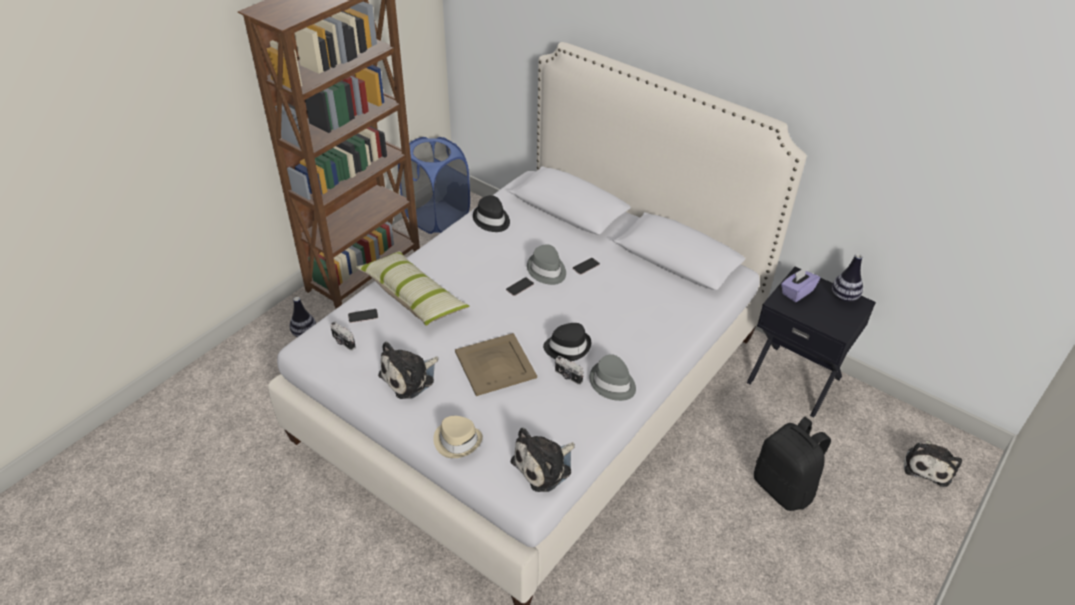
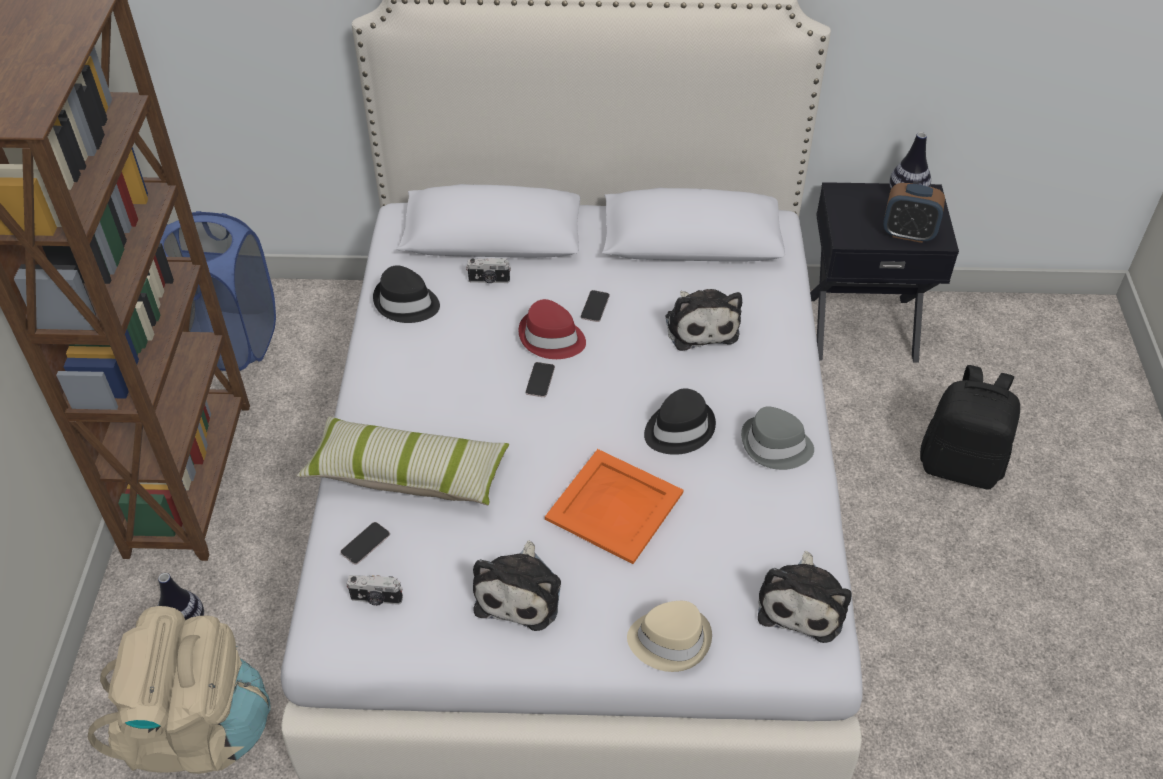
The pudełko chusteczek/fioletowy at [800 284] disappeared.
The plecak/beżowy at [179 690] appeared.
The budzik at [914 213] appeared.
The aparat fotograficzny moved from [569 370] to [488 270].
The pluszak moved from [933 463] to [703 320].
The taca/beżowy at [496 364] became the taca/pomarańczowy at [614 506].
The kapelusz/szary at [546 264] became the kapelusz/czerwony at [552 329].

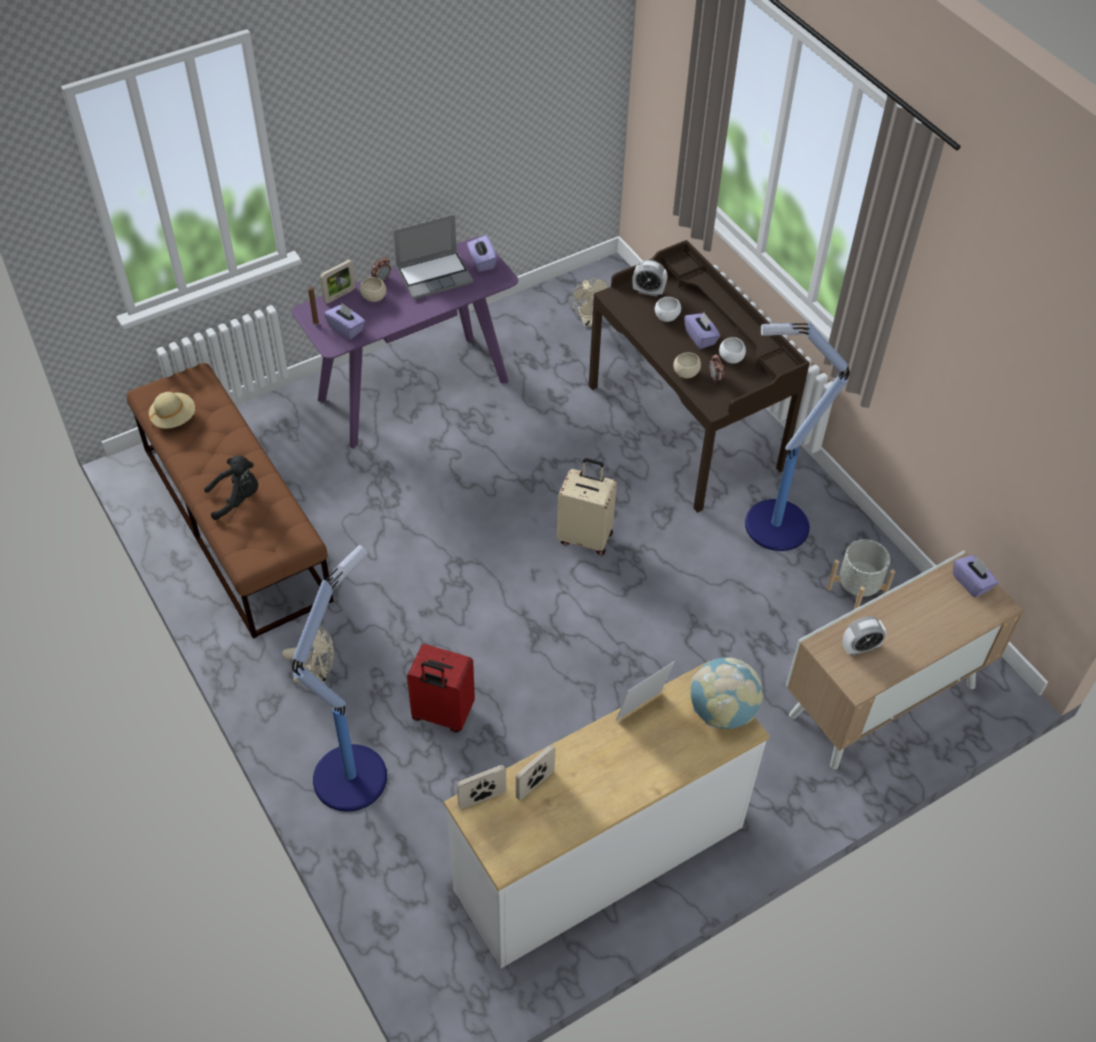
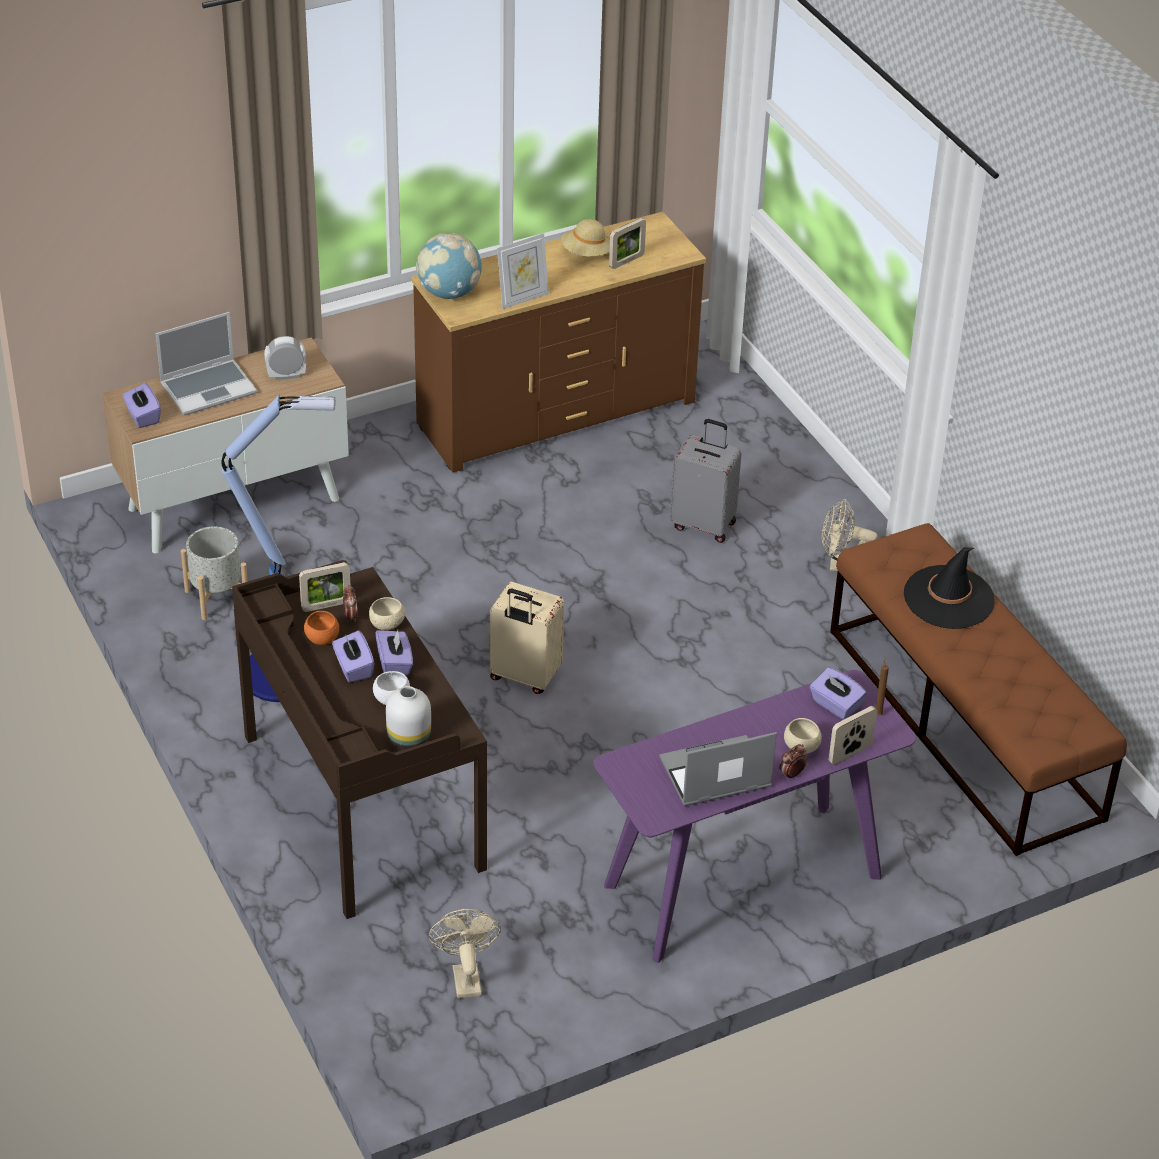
The lampa stojąca at [339 678] disappeared.
The laptop at [206 363] appeared.
The kapelusz/beżowy moved from [172 410] to [585 238].
The ramka na zdjęcie moved from [481 787] to [325 587].
The pudełko chusteczek/fioletowy moved from [482 253] to [394 653].
The pluszak/czarny at [231 487] was replaced by the kapelusz/czarny at [949 588].
The budzik at [649 278] was replaced by the wazon/biały at [408 717].
The walizka/czerwony at [441 688] became the walizka/szary at [706 481].
The komoda/biały at [607 814] became the komoda/brązowy at [559 342].
The miska/biały at [732 350] became the miska/pomarańczowy at [321 628].

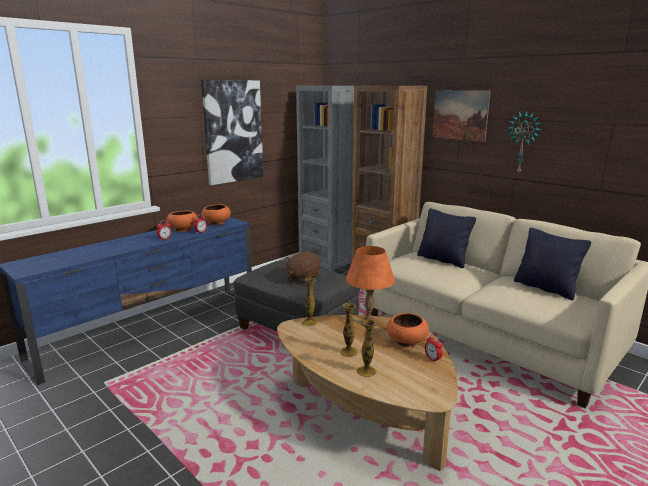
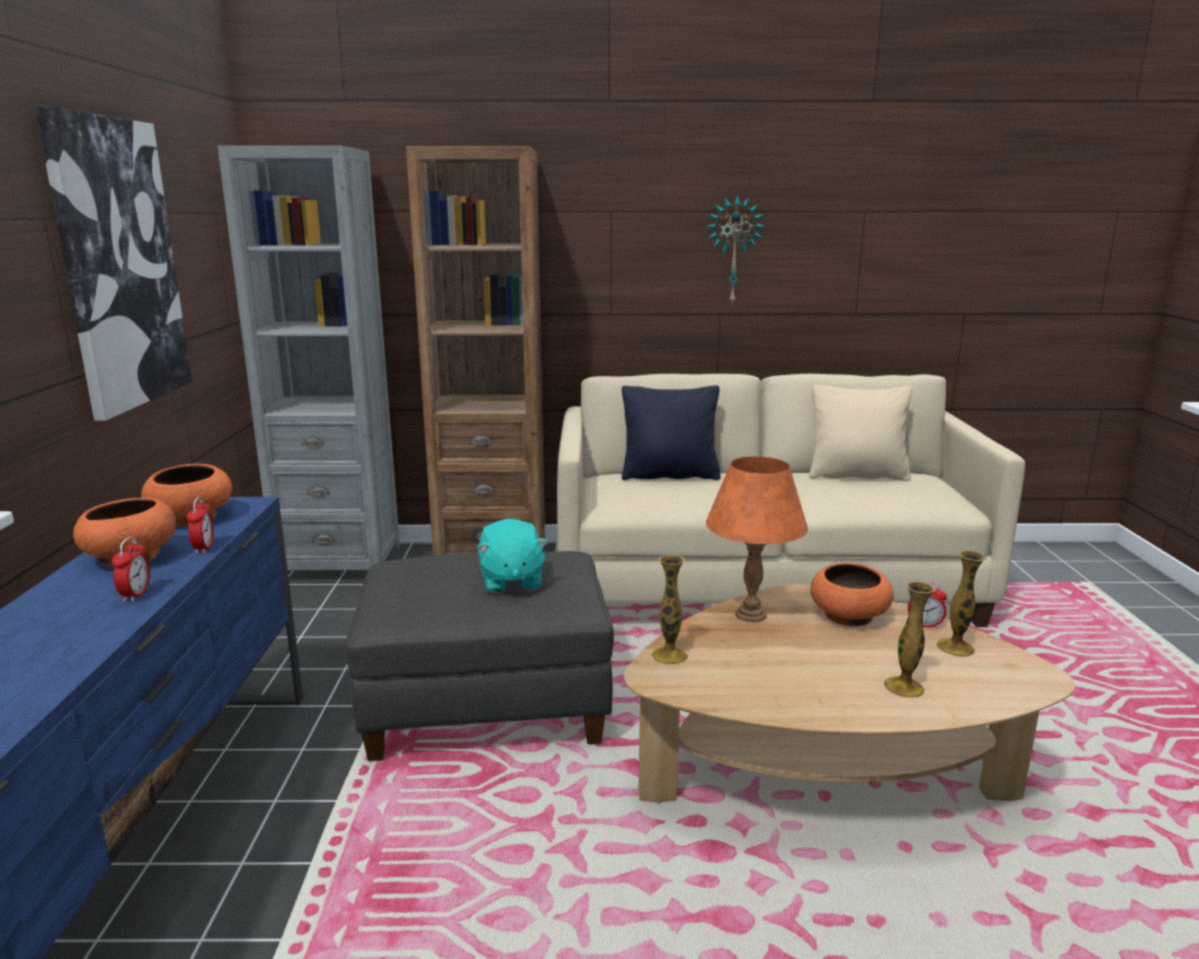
The obraz at [461 116] disappeared.
The wazon moved from [349 330] to [961 604].
The pluszak/brązowy at [302 267] became the pluszak/turkusowy at [512 556].
The poduszka/czarny at [552 264] became the poduszka/beżowy at [860 433].

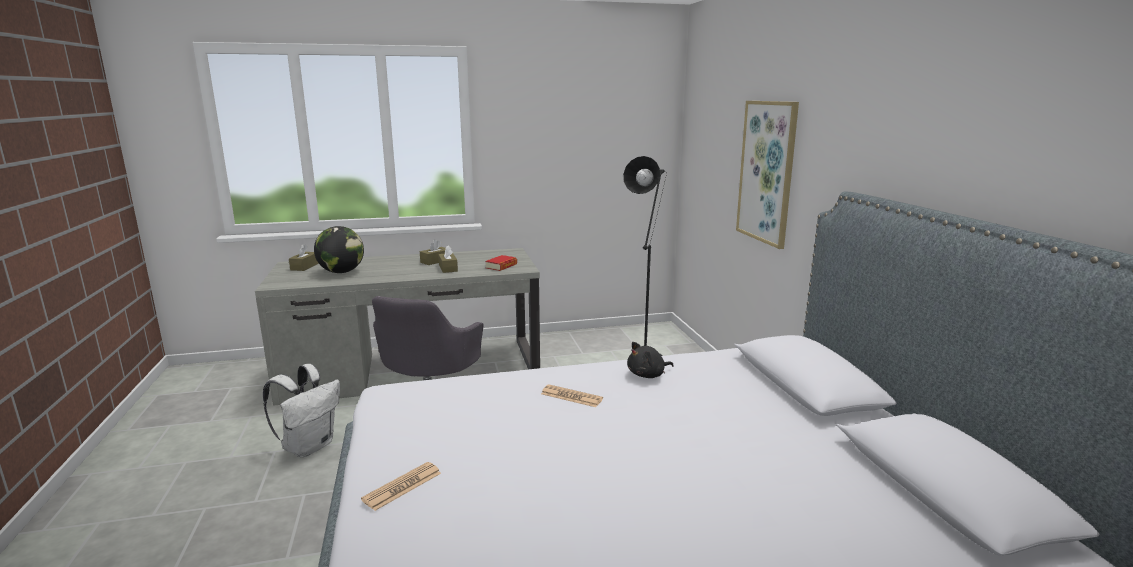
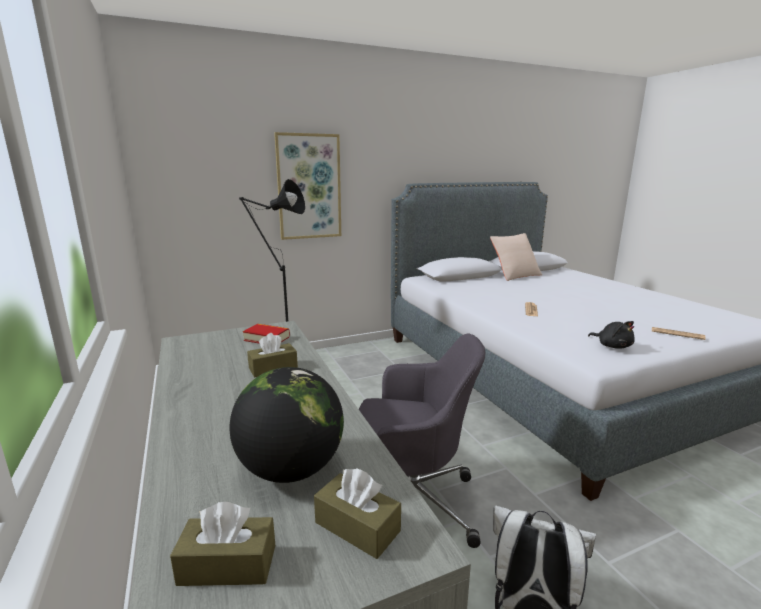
The poduszka/beżowy at [516 257] appeared.
The pudełko chusteczek/brązowy moved from [433 252] to [357 514].
The pluszak/czarny moved from [650 360] to [611 335].

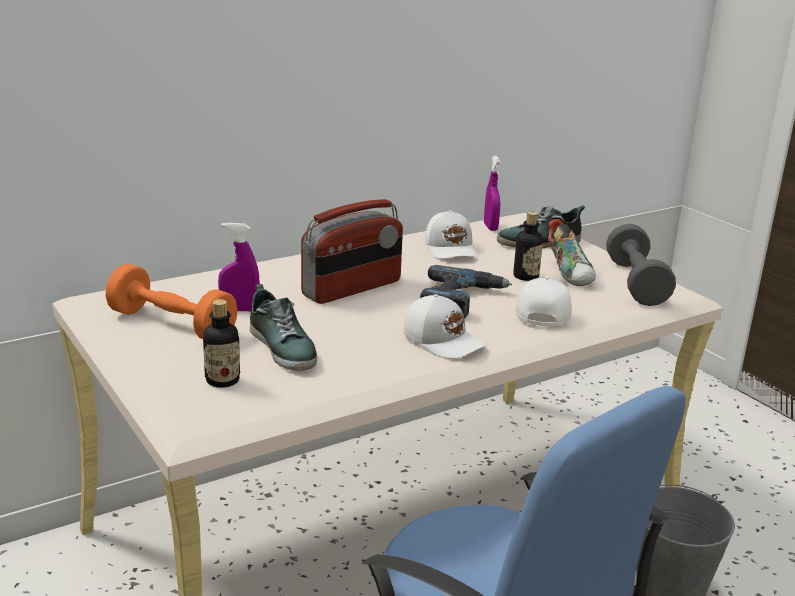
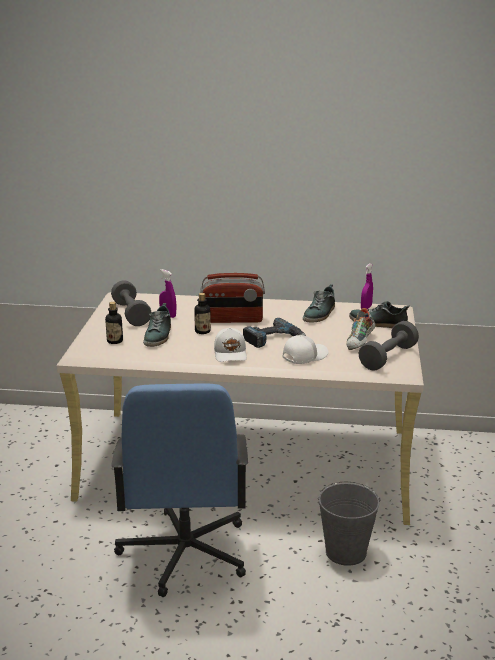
The butelka moved from [528 246] to [202 313].
The czapka z daszkiem/biały at [451 234] was replaced by the but at [319 303].
The hantel/pomarańczowy at [171 301] became the hantel/szary at [131 303].

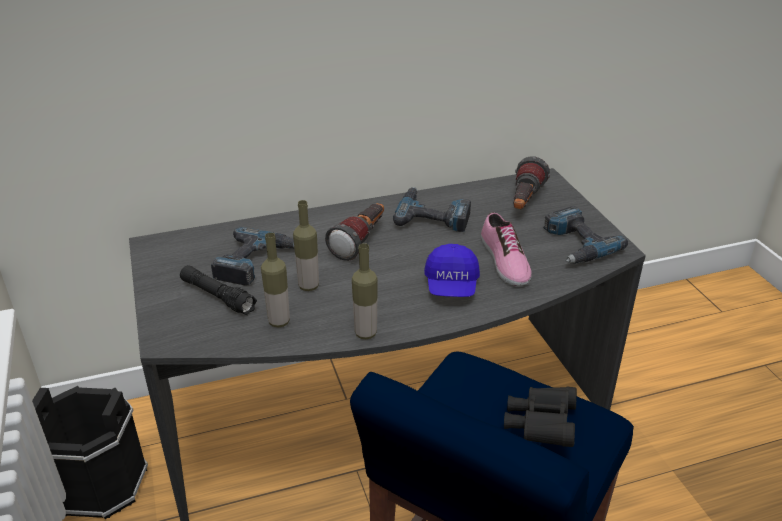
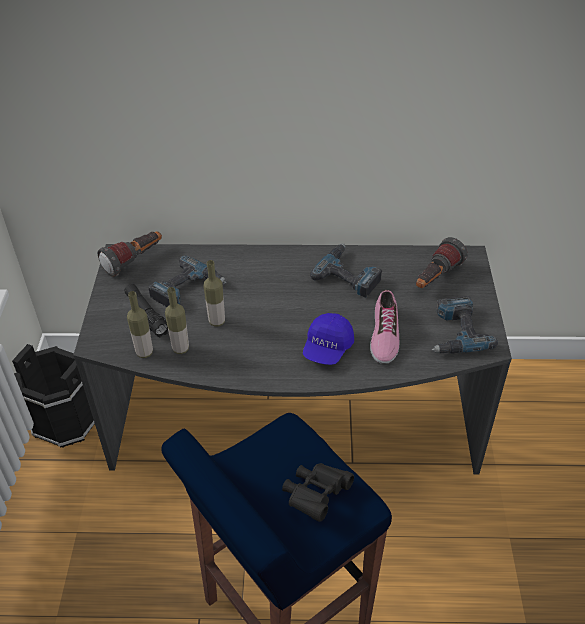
The latarka moved from [354 232] to [129 254].
The butelka moved from [365 291] to [140 324].

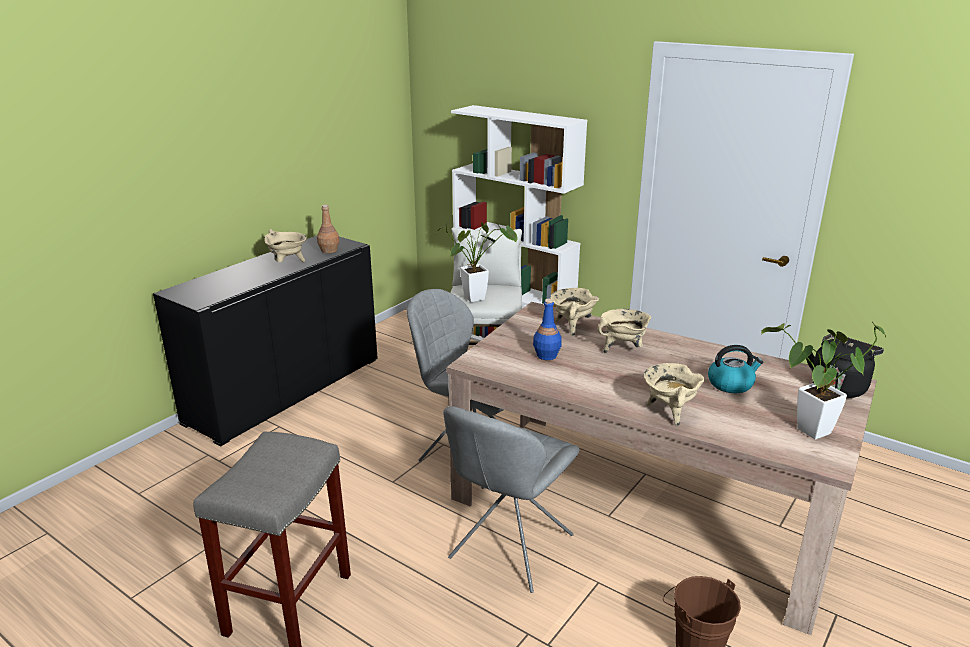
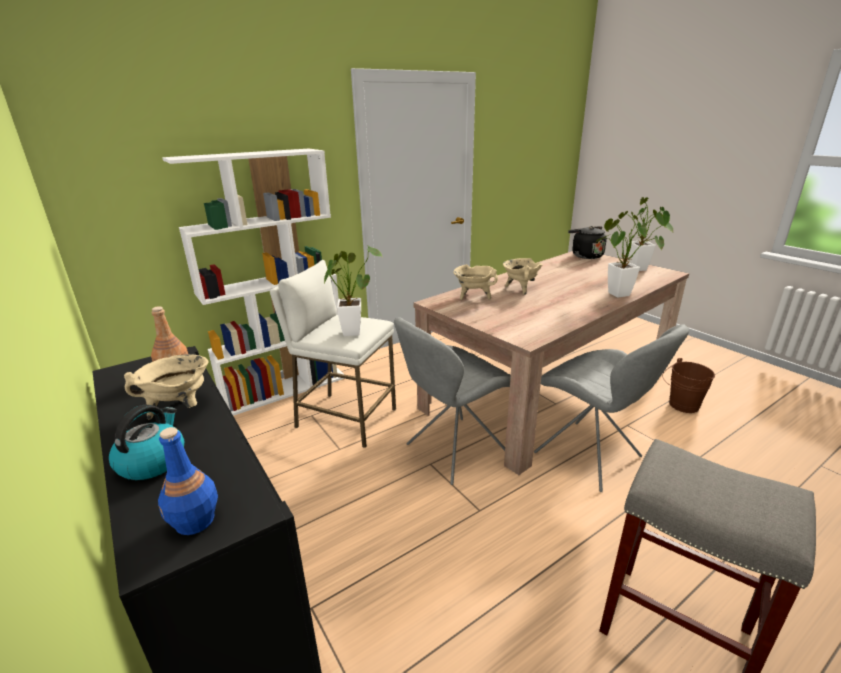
The butelka/niebieski moved from [547 329] to [188 481].
The czajnik moved from [736 369] to [147 442].
The garnek/beżowy at [674 394] was replaced by the roślina doniczkowa at [630 255].

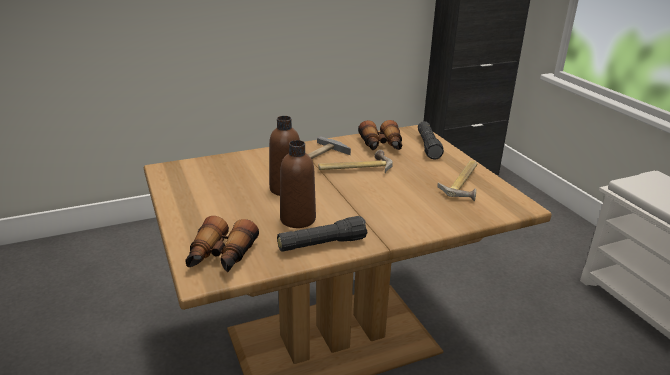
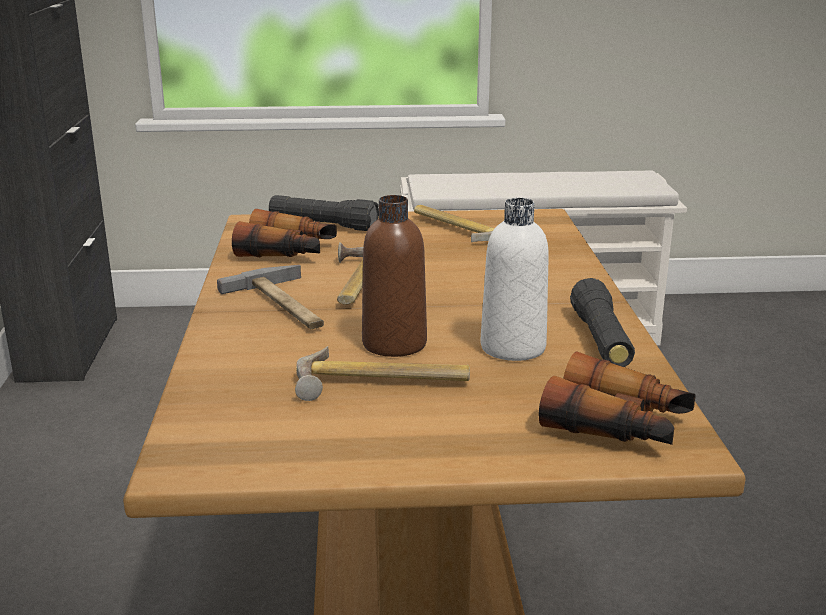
The młotek at [382 373] appeared.
The butelka/brązowy at [298 184] became the butelka/biały at [515 279].

